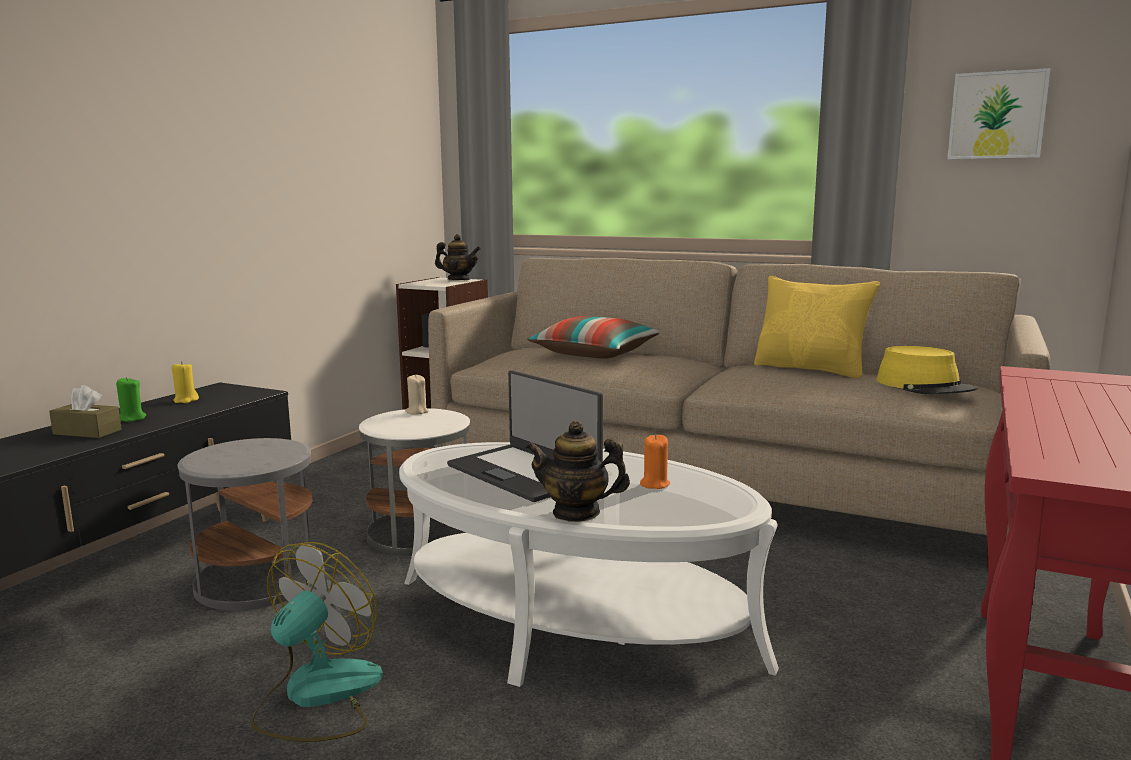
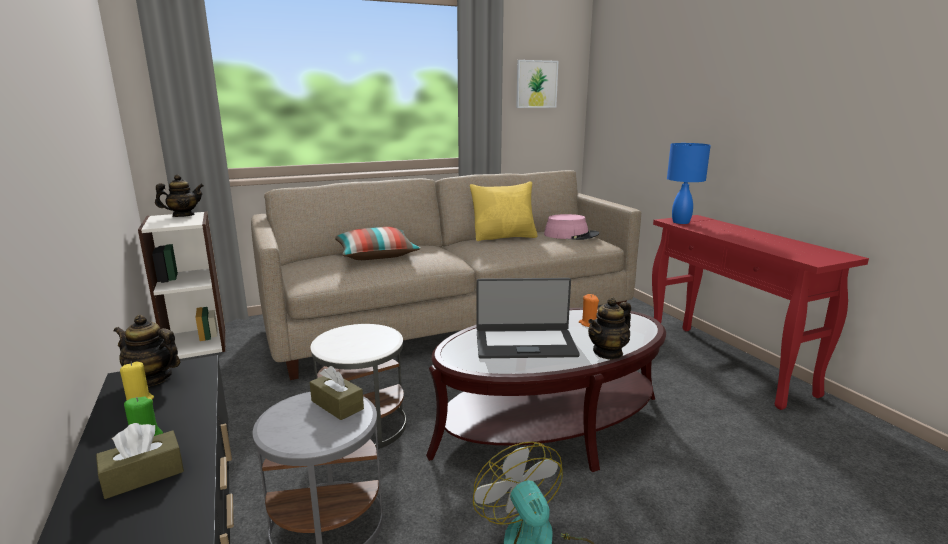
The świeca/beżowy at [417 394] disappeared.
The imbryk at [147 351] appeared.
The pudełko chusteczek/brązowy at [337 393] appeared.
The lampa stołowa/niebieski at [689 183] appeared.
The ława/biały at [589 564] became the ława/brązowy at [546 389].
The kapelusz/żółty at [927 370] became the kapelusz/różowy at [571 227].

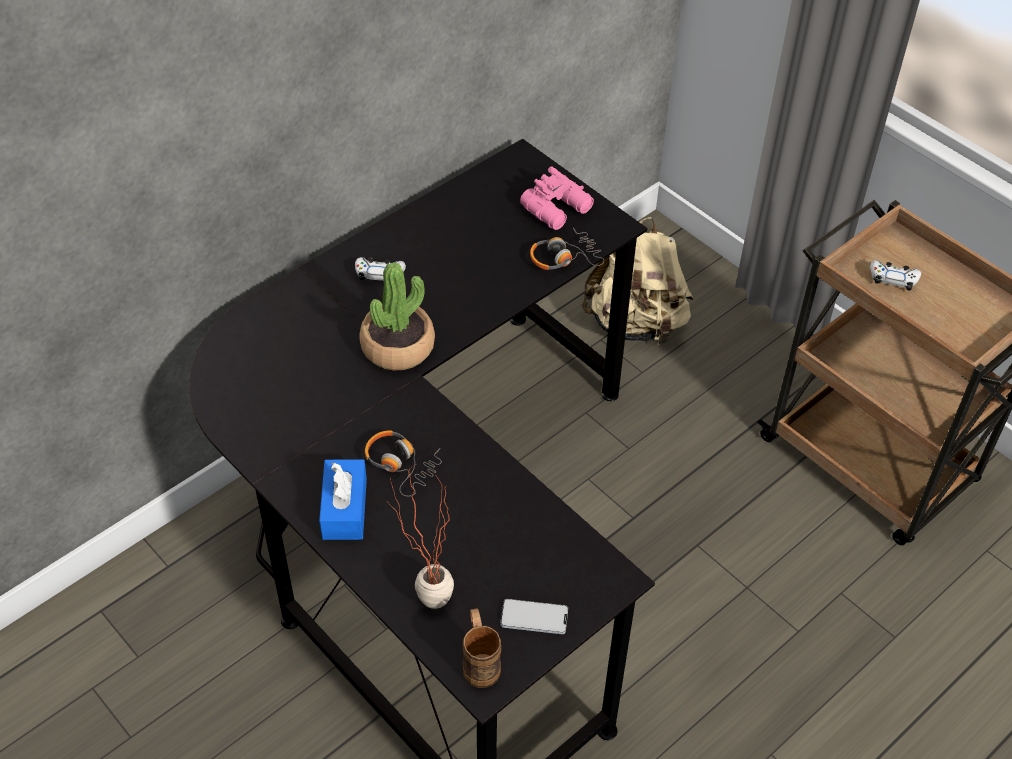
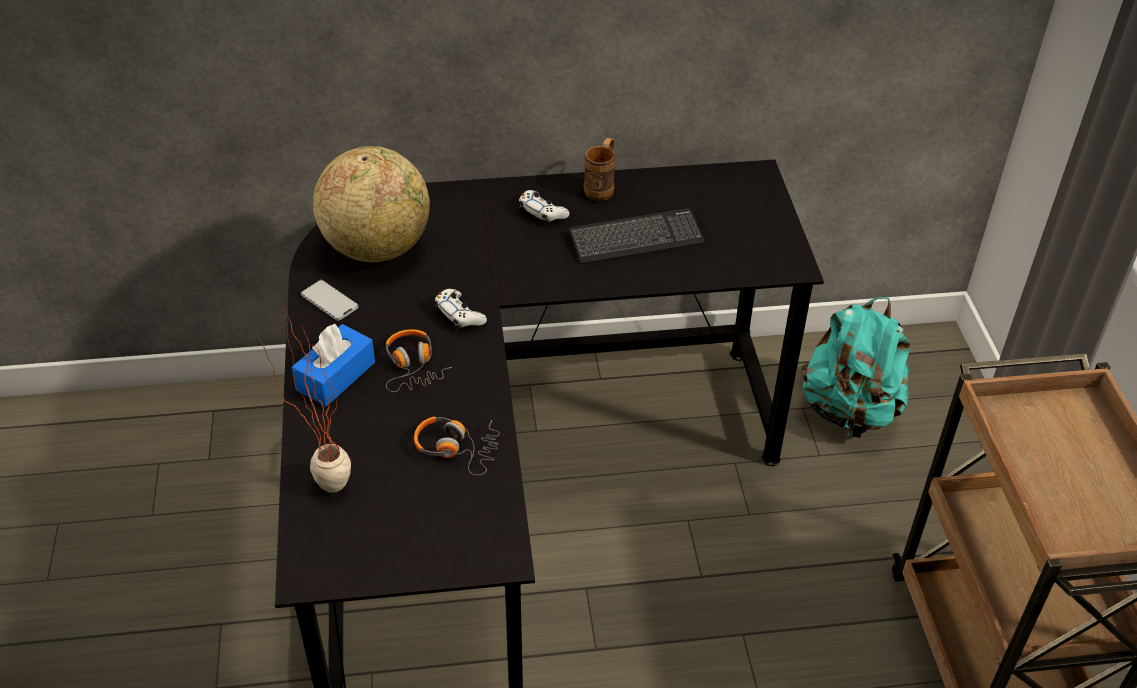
The roślina doniczkowa at [397 316] disappeared.
The lornetka/różowy at [557 198] disappeared.
The globus at [371 204] appeared.
The klawiatura at [637 236] appeared.
The kubek/brązowy moved from [482 648] to [599 169].
The telefon moved from [534 616] to [329 300].
The słuchawki moved from [567 249] to [457 446].
The pad do gier/biały moved from [895 275] to [461 309].
The plecak/beżowy at [638 281] became the plecak/turkusowy at [856 367].

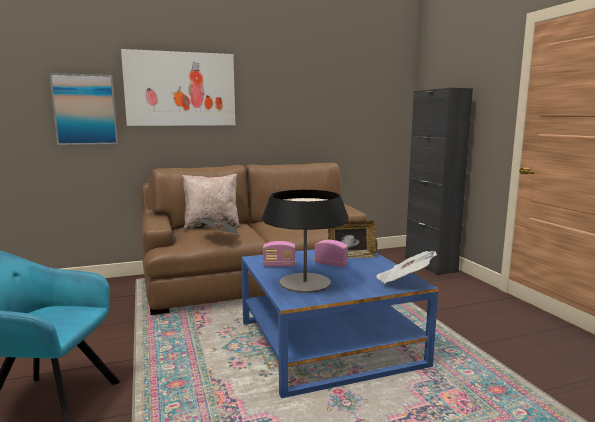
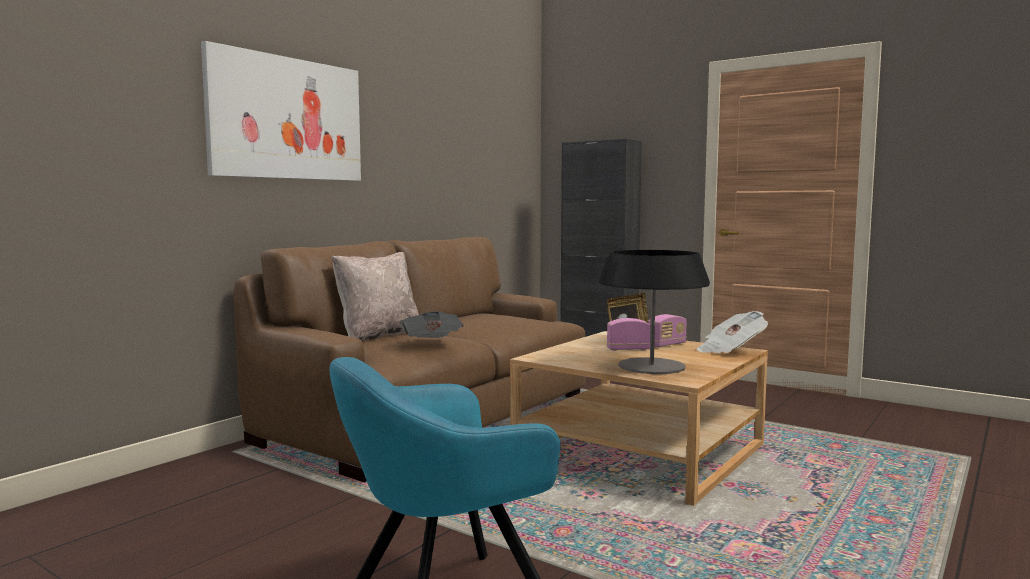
The obraz at [83 109] disappeared.
The radio moved from [279 254] to [667 330].
The ława/niebieski at [339 323] became the ława/beżowy at [639 418].

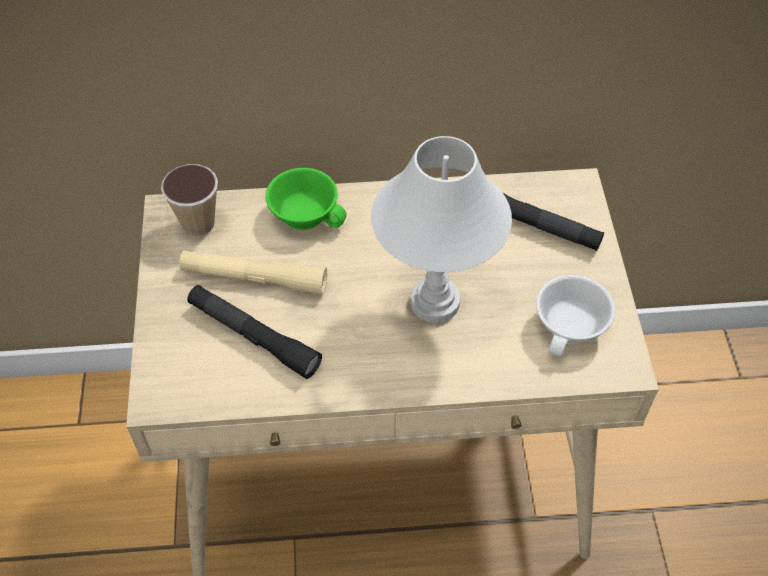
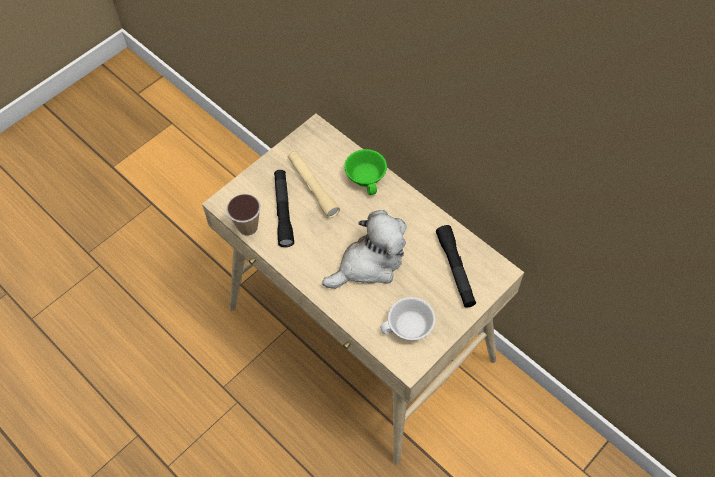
The filiżanka moved from [189 200] to [243 215].
The lampa stołowa/biały at [441 229] was replaced by the pluszak at [364 249].

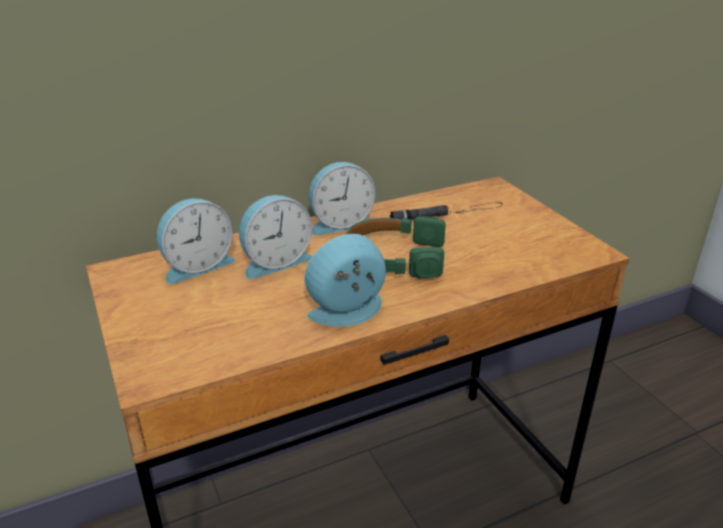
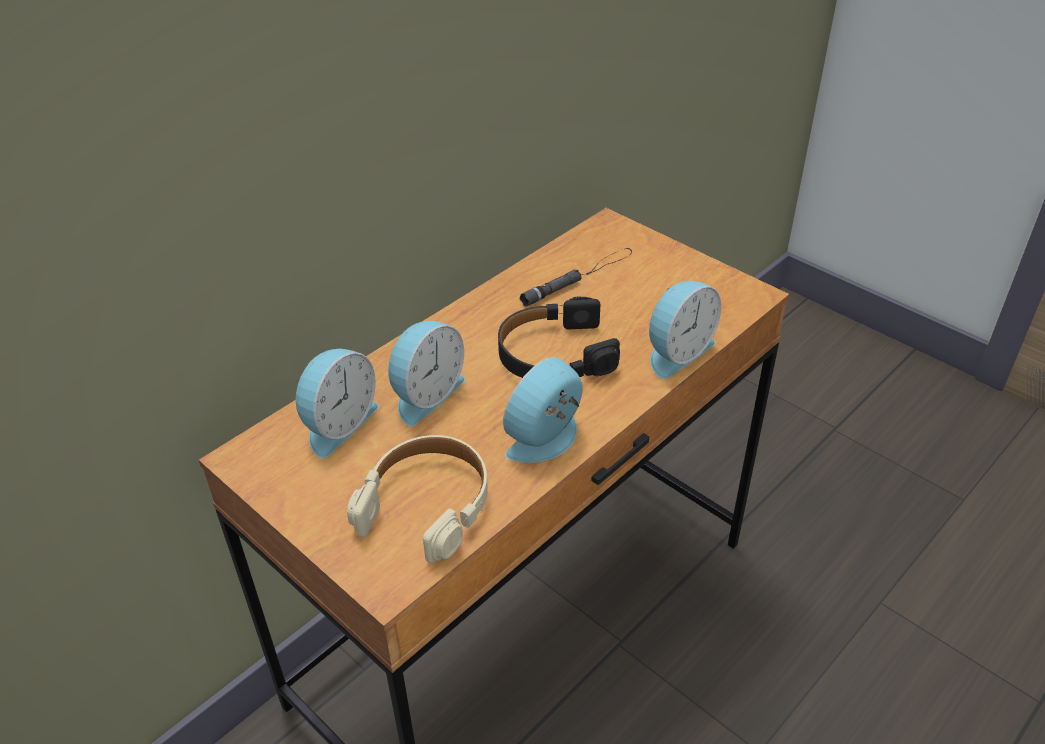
The słuchawki/beżowy at [417 499] appeared.
The budzik moved from [342 199] to [685 330].
The słuchawki/zielony at [396 247] became the słuchawki/czarny at [559 337].

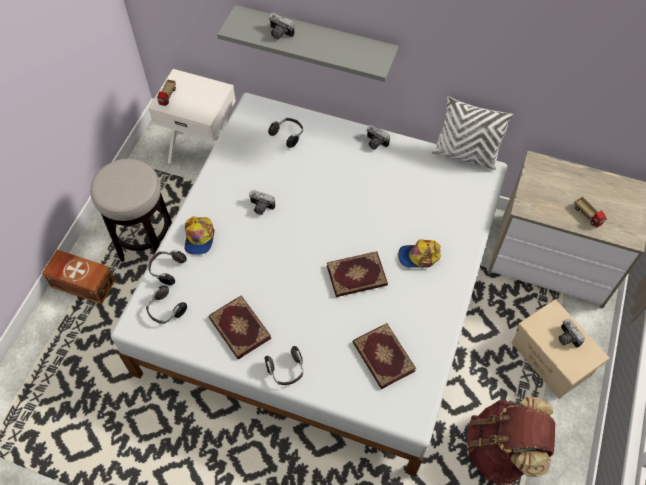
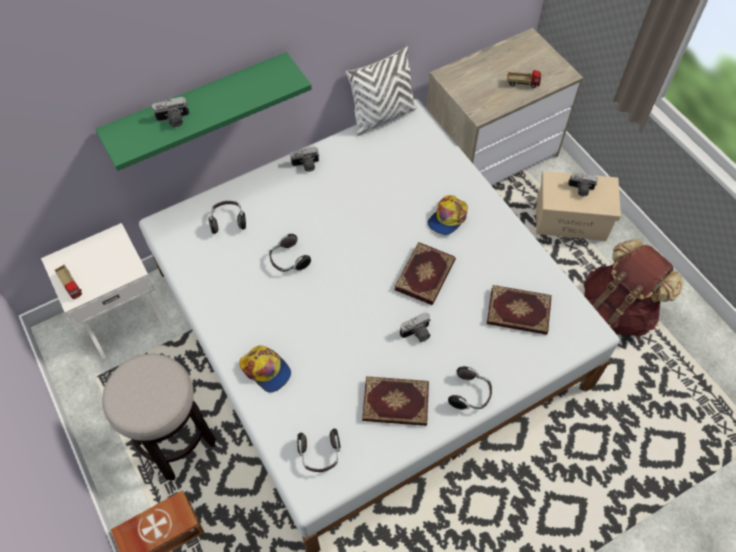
The słuchawki moved from [167 267] to [290 253].
The aparat fotograficzny moved from [262 202] to [415 327].
The półka/szary at [308 43] became the półka/zielony at [203 111].

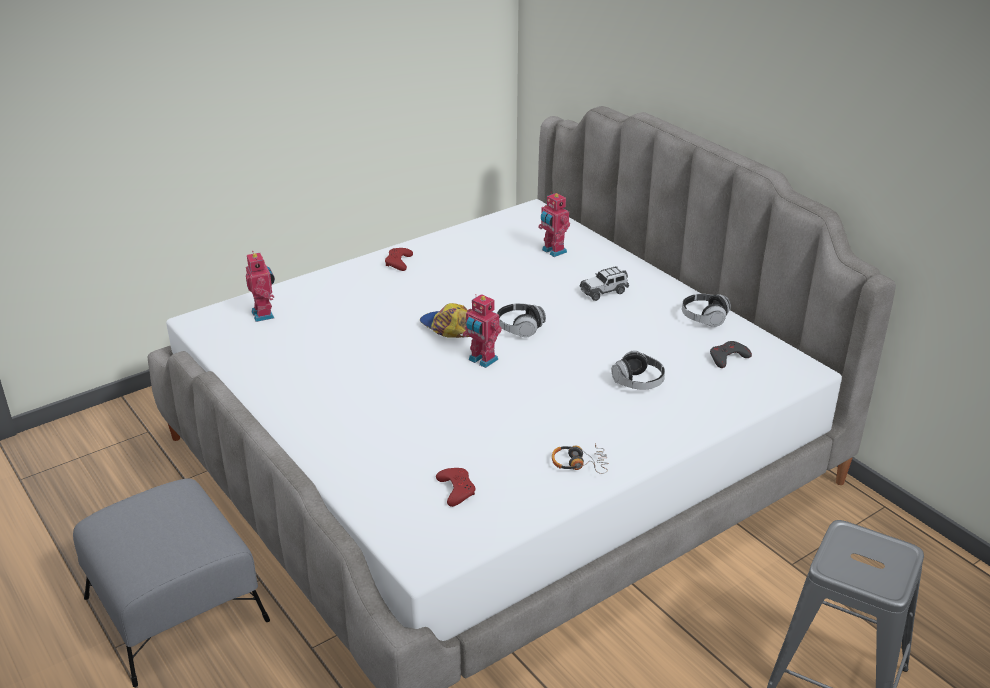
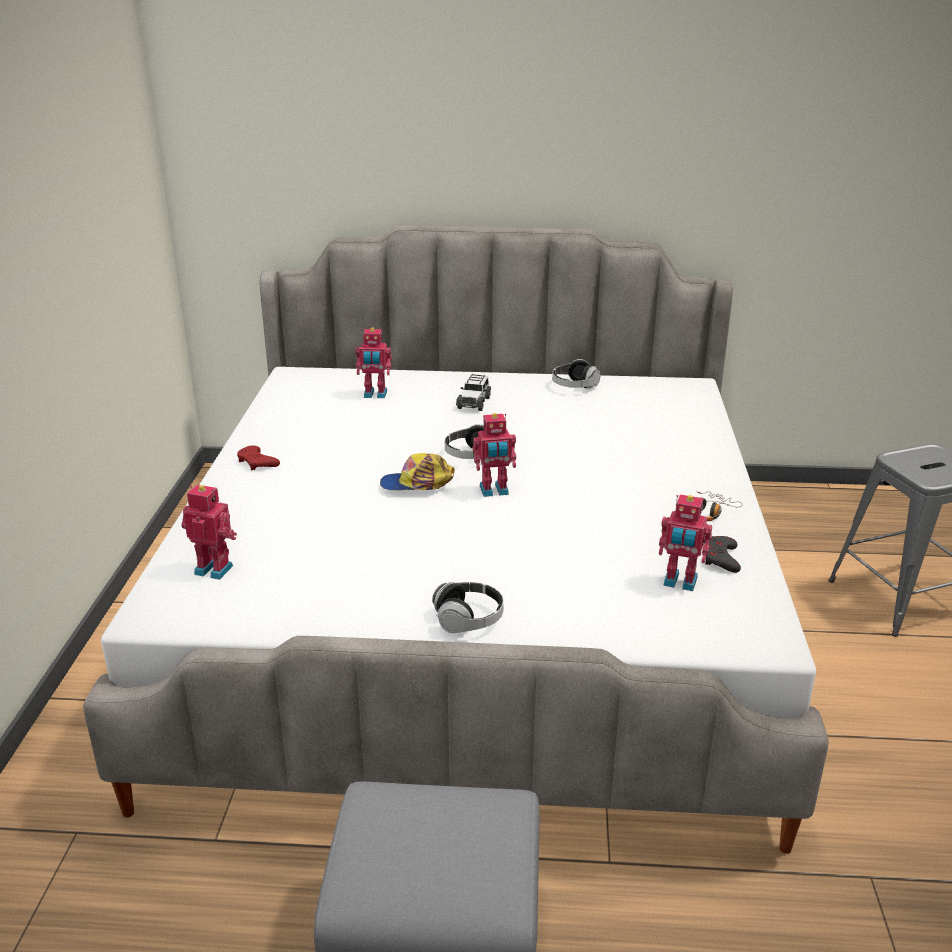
The słuchawki moved from [638 370] to [468 607].
The pad do gier/szary moved from [731 354] to [722 554].
The pad do gier/czerwony at [455 487] was replaced by the robot zabawkowy at [685 542].

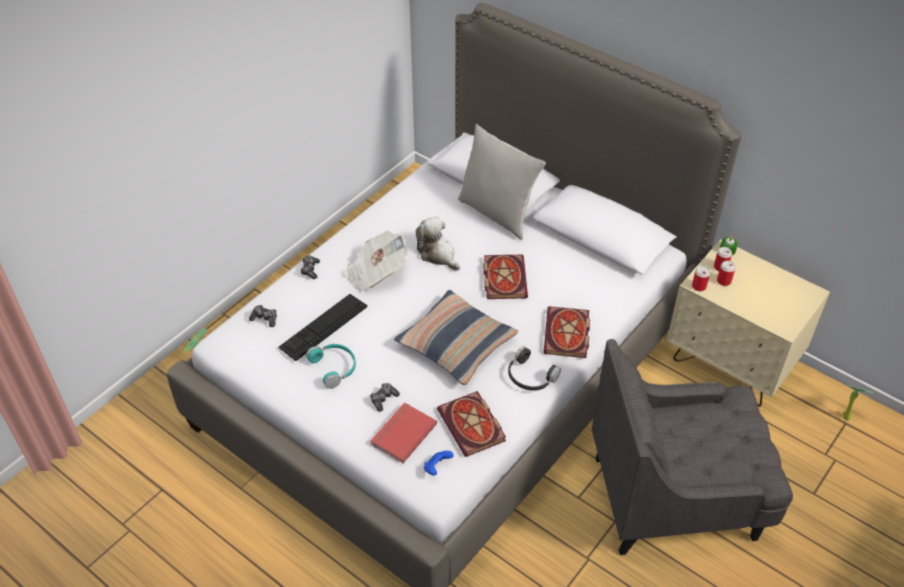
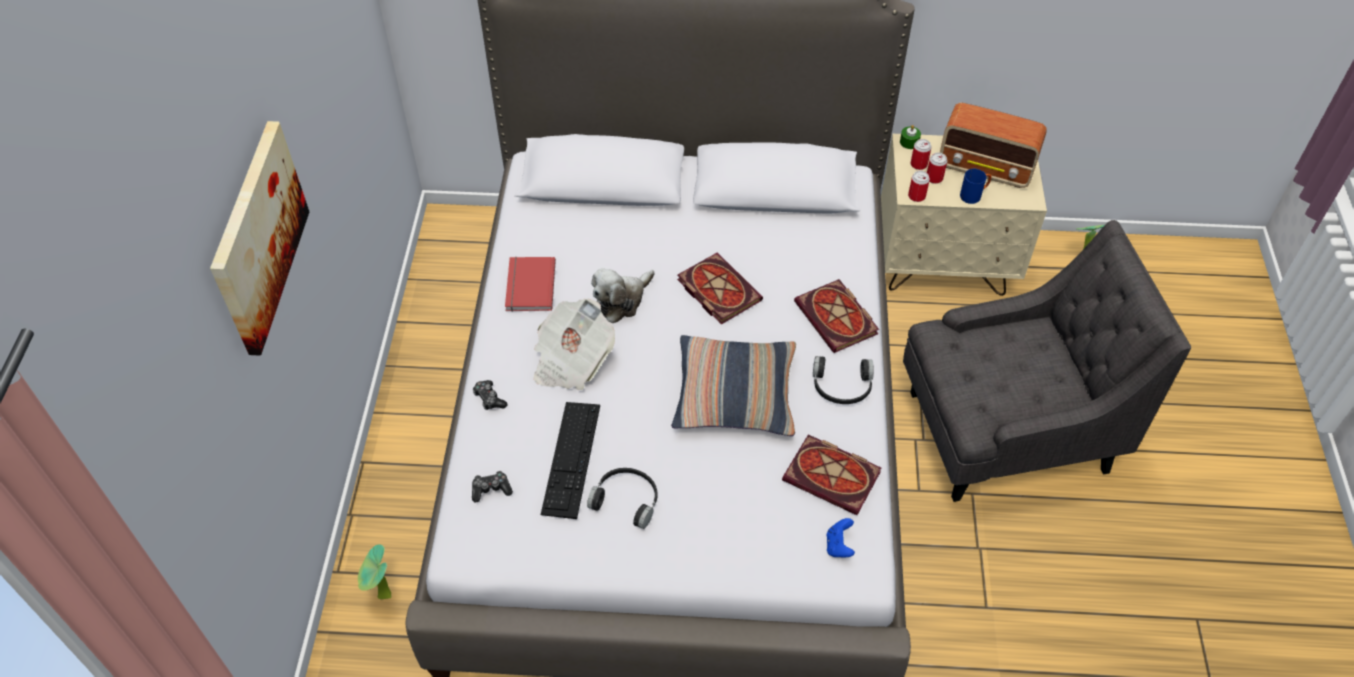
The pad do gier at [385 397] disappeared.
The poduszka/szary at [502 182] disappeared.
The obraz at [259 238] appeared.
The radio at [993 145] appeared.
The kubek/niebieski at [976 186] appeared.
The książka/czerwony moved from [404 432] to [530 284].
The słuchawki/turkusowy at [331 366] became the słuchawki/czarny at [622 498].
The pluszak at [437 243] turned 60 degrees counterclockwise.
The fotel/szary at [692 447] turned 150 degrees counterclockwise.

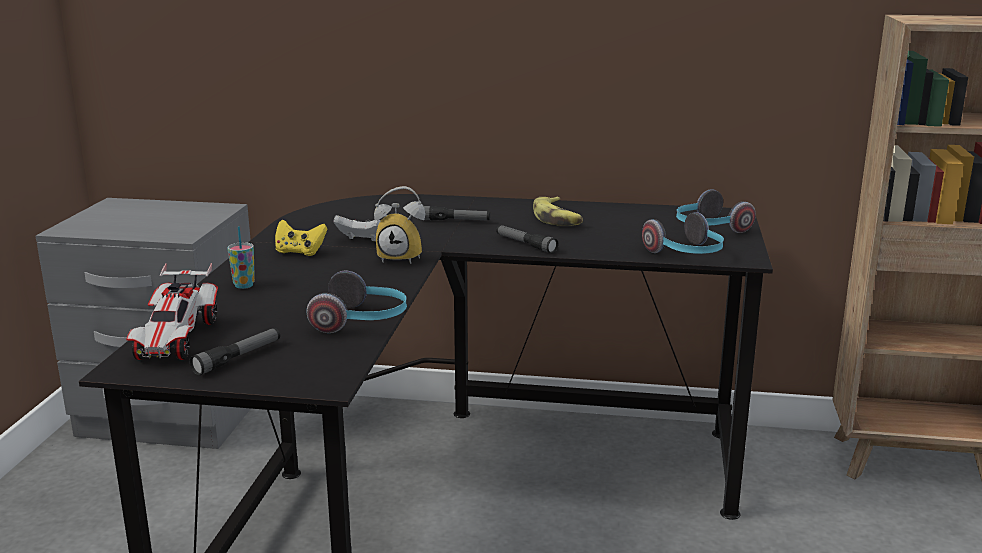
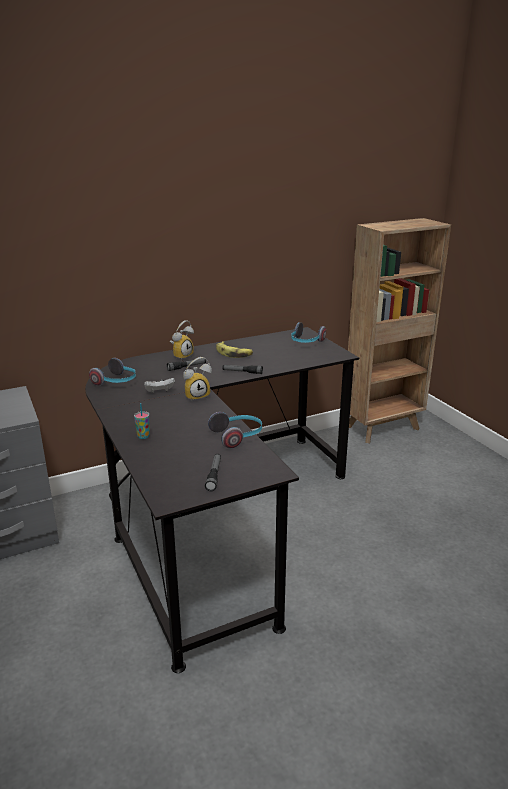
The samochodzik at [172 311] disappeared.
The pad do gier/żółty at [301 237] disappeared.
The budzik at [182 340] appeared.
The słuchawki moved from [683 233] to [112 372].

